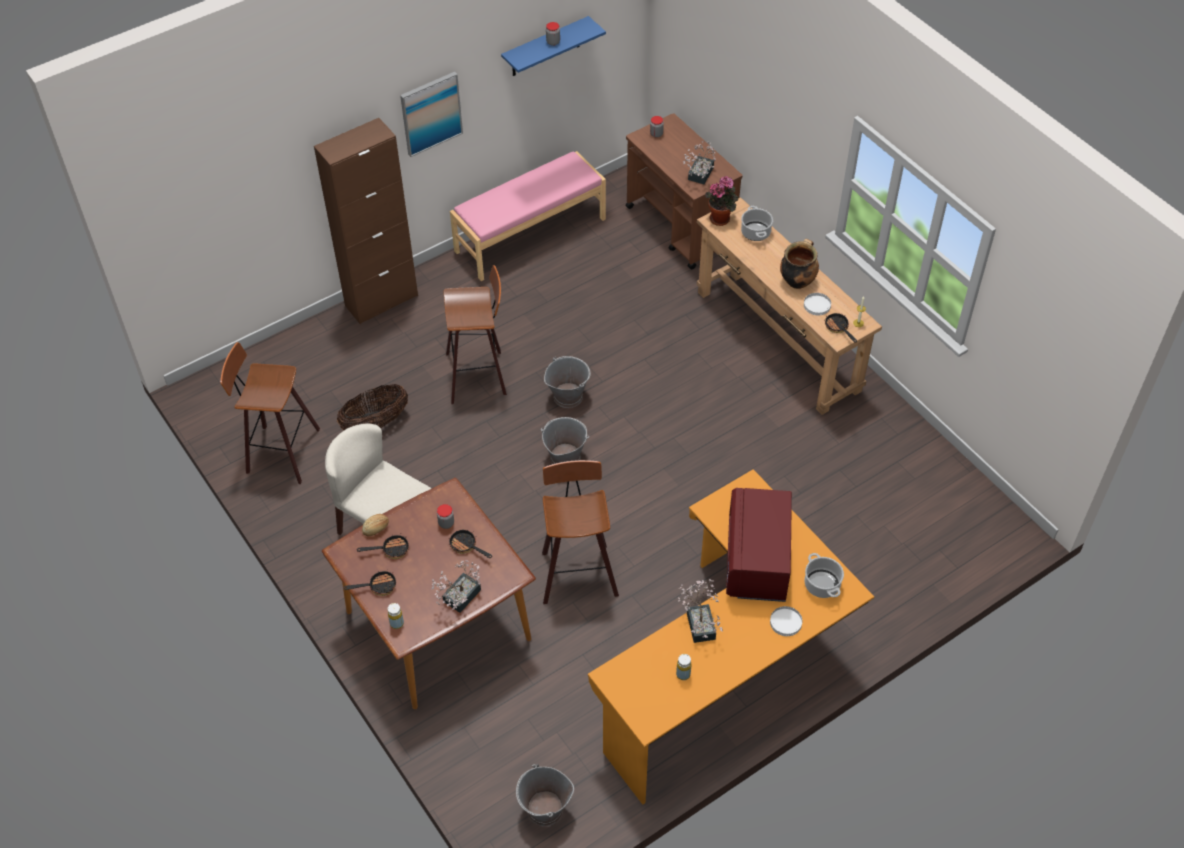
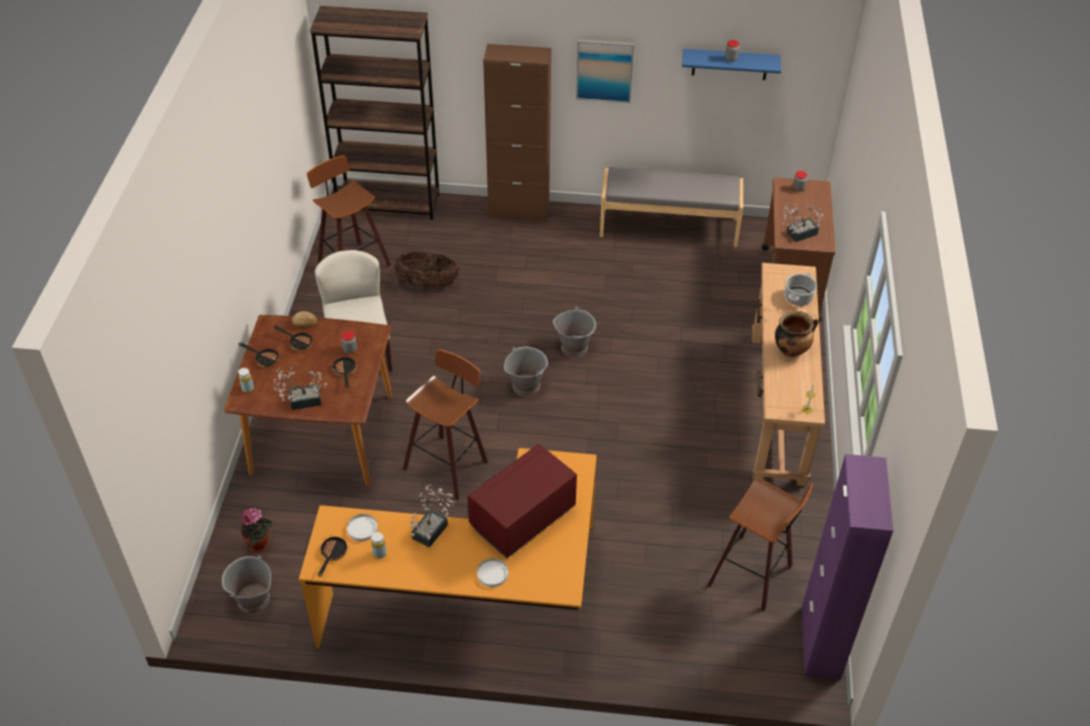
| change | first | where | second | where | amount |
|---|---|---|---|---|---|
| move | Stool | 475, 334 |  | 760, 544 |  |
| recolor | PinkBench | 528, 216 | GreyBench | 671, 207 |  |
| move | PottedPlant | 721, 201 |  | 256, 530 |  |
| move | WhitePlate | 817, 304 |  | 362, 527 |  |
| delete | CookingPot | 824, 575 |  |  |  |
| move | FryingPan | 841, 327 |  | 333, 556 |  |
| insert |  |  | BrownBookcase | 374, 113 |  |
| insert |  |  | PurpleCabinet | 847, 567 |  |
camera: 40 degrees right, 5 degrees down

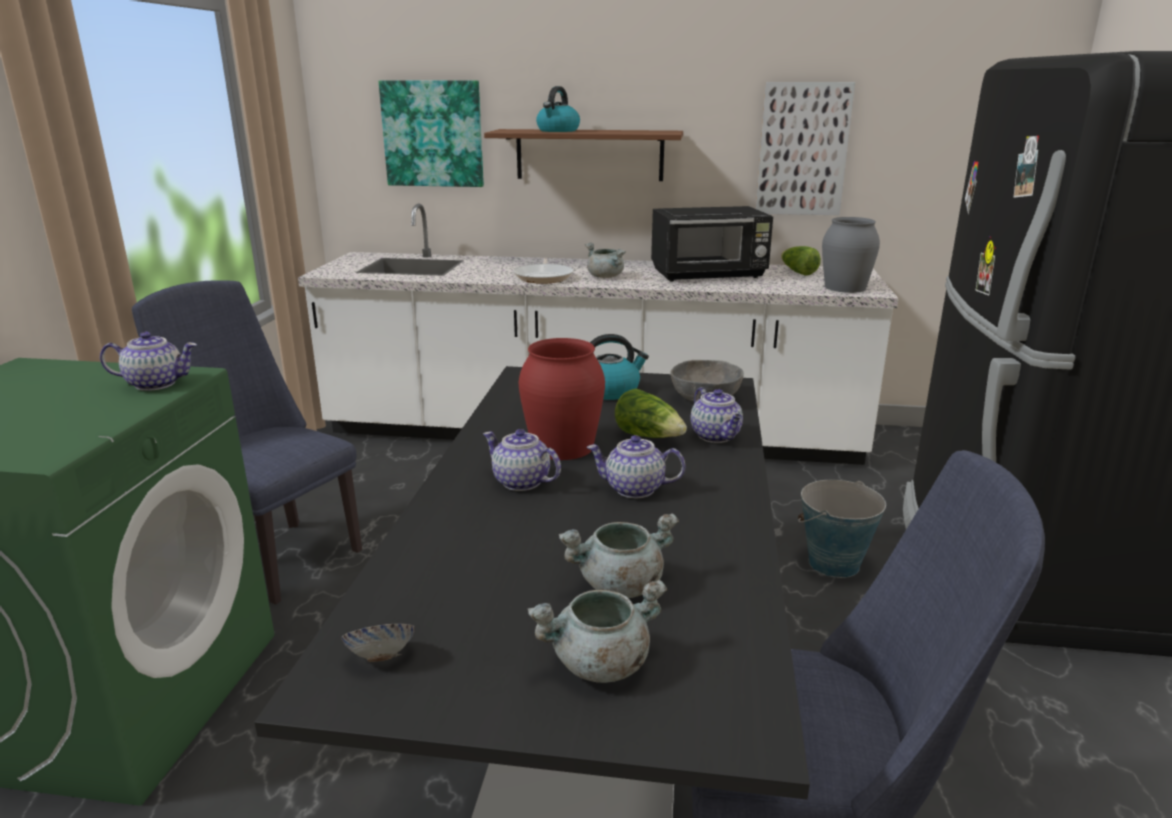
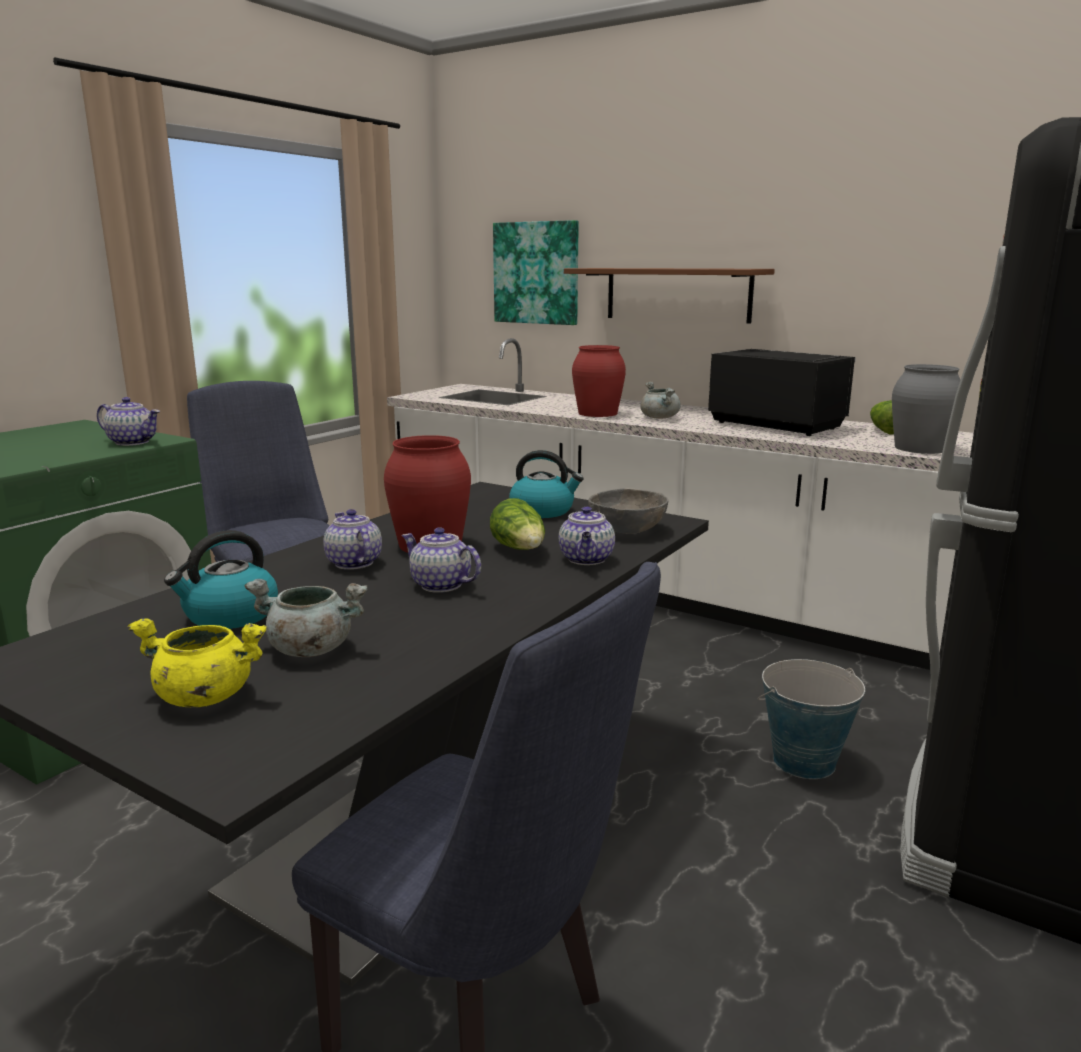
| change | first | where | second | where | amount |
|---|---|---|---|---|---|
| delete | Bowl | 378, 643 |  |  |  |
| replace | FryingPan | 543, 271 | RedVase | 599, 381 |  |
| recolor | GreyCookingPot | 597, 631 | YellowCookingPot | 197, 662 |  |
| move | Kettle | 558, 109 |  | 221, 579 |  |
| rotate | BlackMicrowave | 712, 243 |  | 782, 392 | 150 degrees counterclockwise |
| delete | Picture | 805, 148 |  |  |  |
camera: 25 degrees right, 5 degrees down

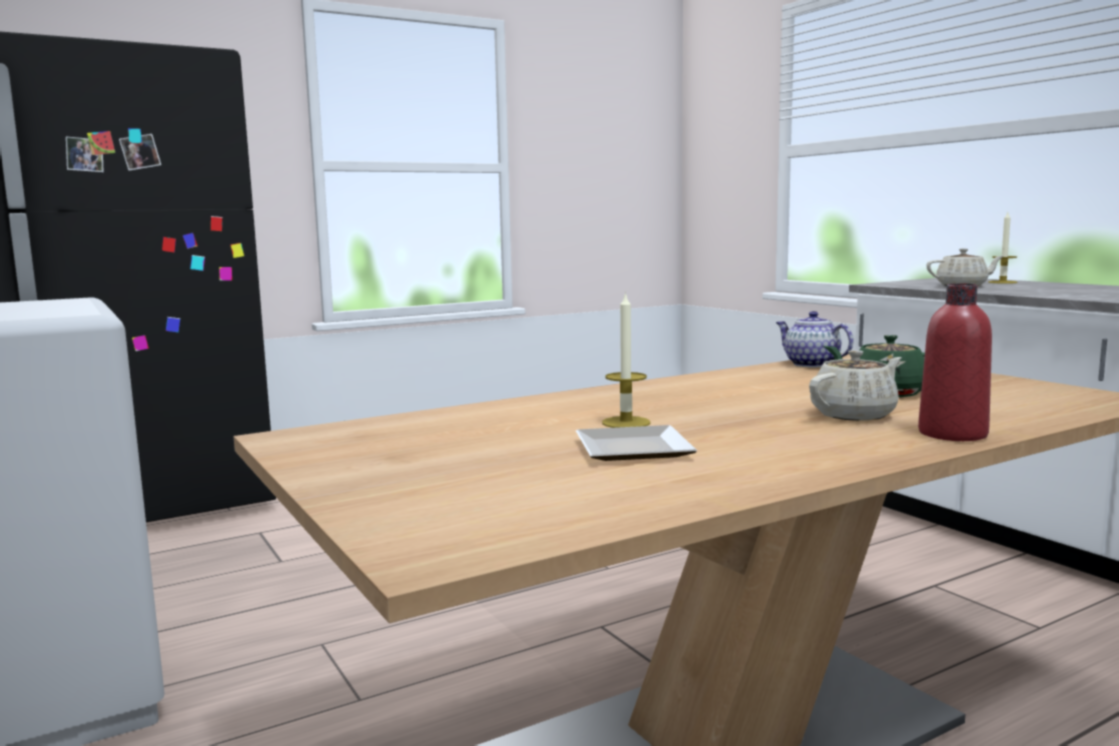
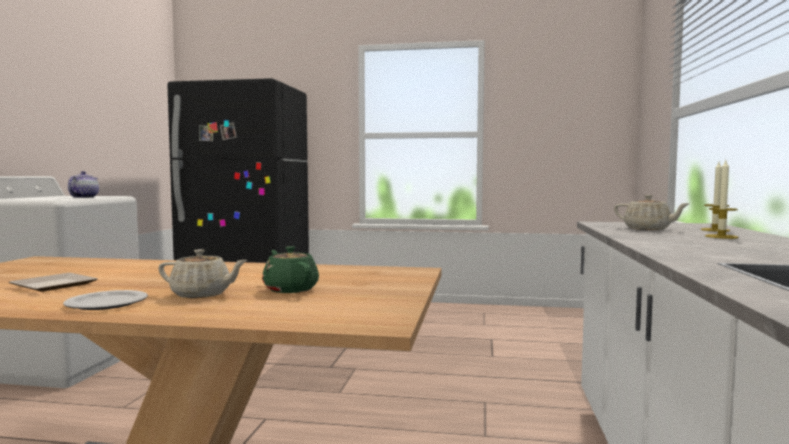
| change | first | where | second | where | amount |
|---|---|---|---|---|---|
| move | Candle | 626, 359 |  | 722, 199 |  |
| move | Teapot | 814, 339 |  | 83, 184 |  |
| delete | RedBottle | 955, 362 |  |  |  |
| insert |  |  | Plate | 105, 300 |  |
camera: 40 degrees right, 5 degrees down

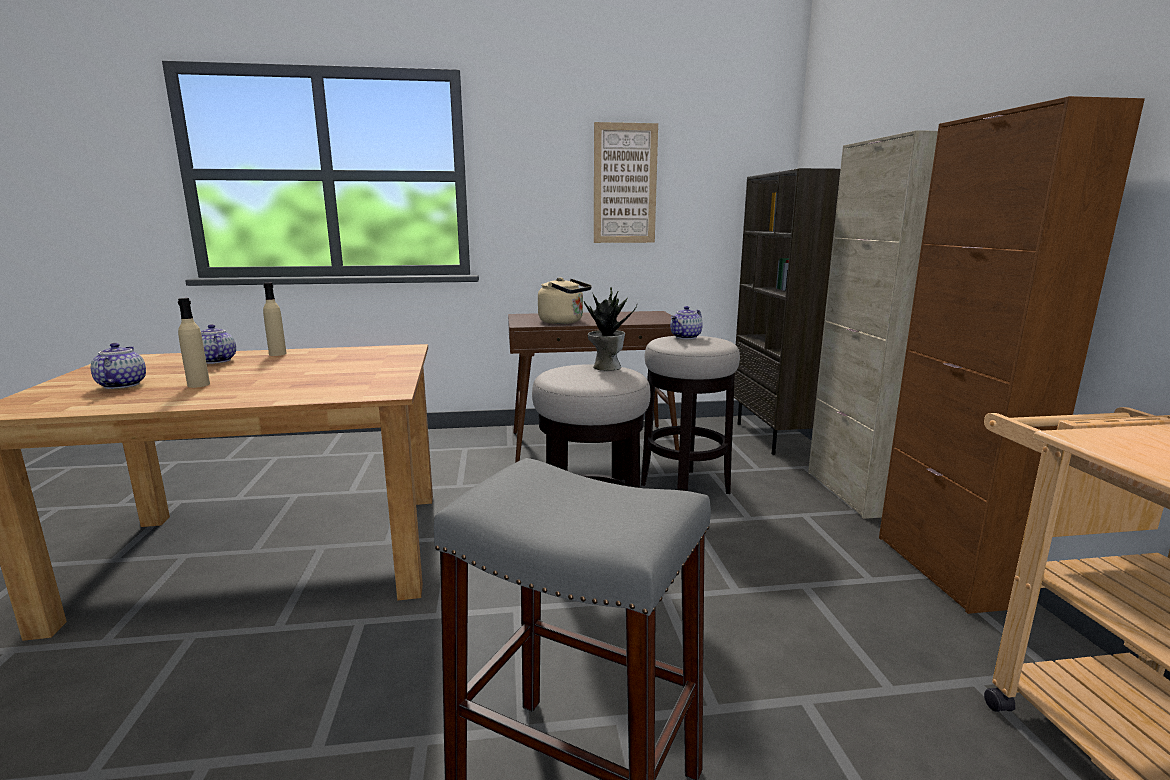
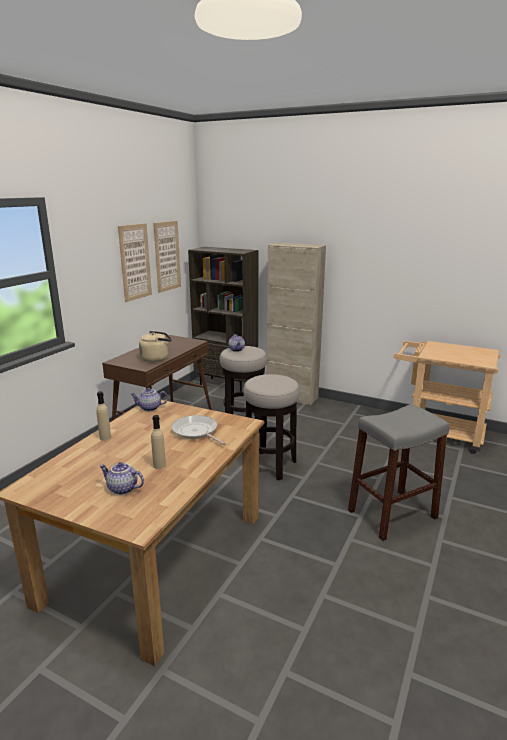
| change | first | where | second | where | amount |
|---|---|---|---|---|---|
| move | Teapot | 218, 344 |  | 149, 399 |  |
| delete | PottedPlant | 610, 329 |  |  |  |
| delete | BrownCabinet | 1012, 355 |  |  |  |
| insert |  |  | Picture | 167, 257 |  |
| insert |  |  | FryingPan | 198, 430 |  |
camera: 55 degrees left, 5 degrees up

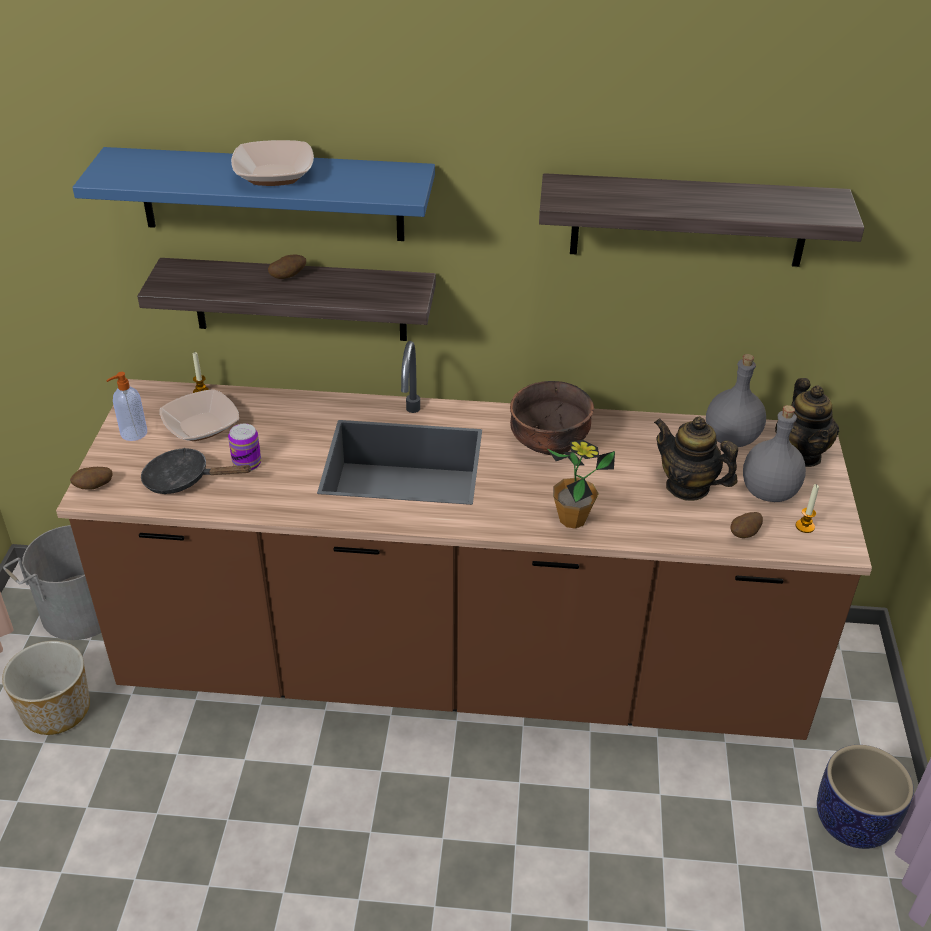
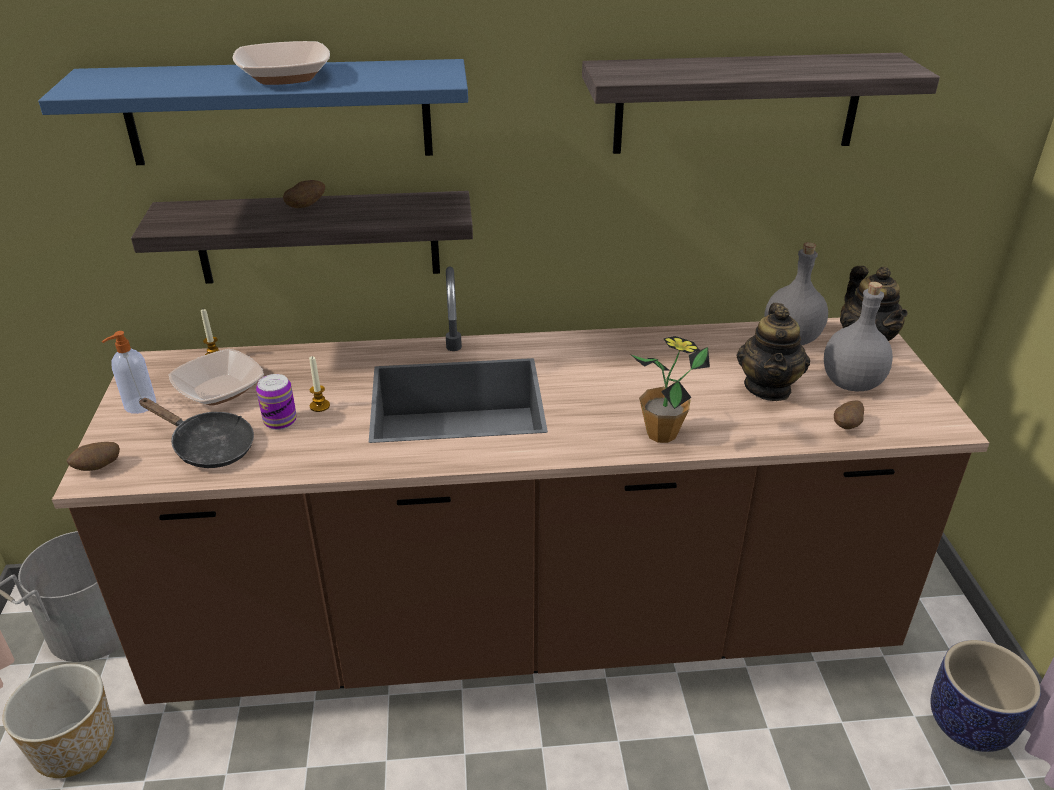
| change | first | where | second | where | amount |
|---|---|---|---|---|---|
| rotate | BlackFryingPan | 196, 471 |  | 196, 433 | 150 degrees counterclockwise |
| delete | BrownBowl | 552, 418 |  |  |  |
| rotate | Teapot | 696, 459 |  | 773, 352 | 105 degrees counterclockwise |
| move | Candle | 807, 508 |  | 319, 384 |  |
camera: 10 degrees left, 5 degrees down

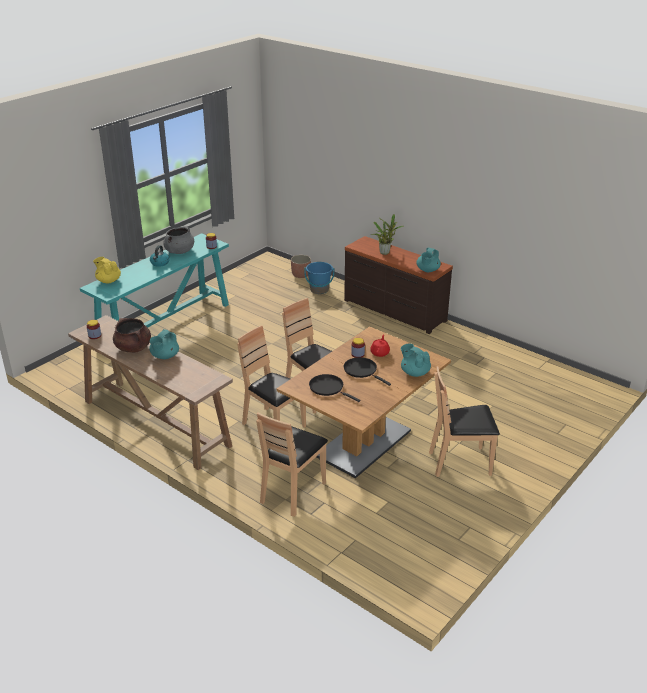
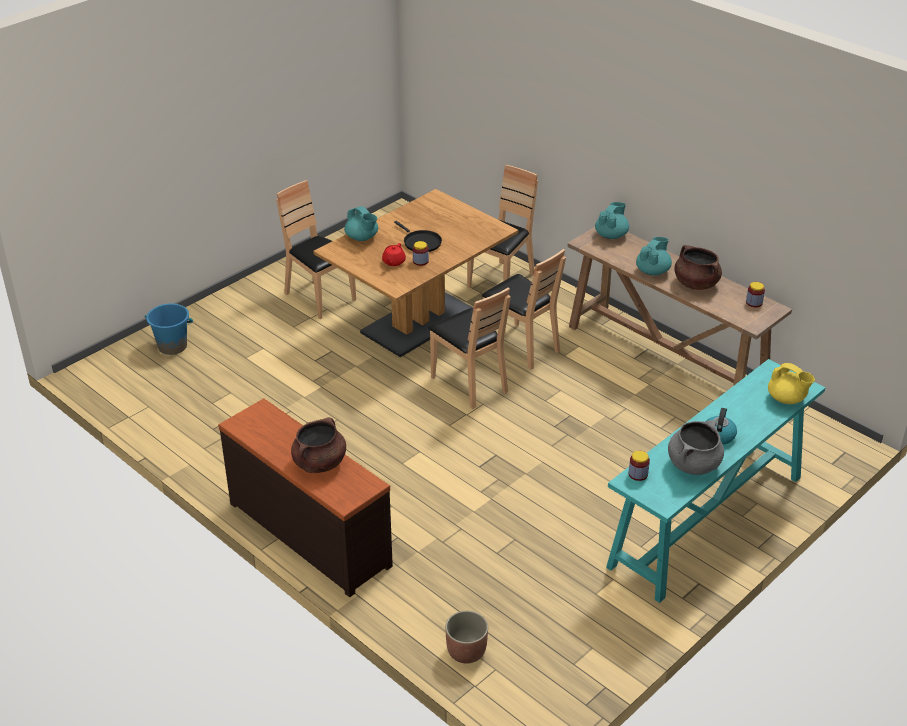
| change | first | where | second | where | amount |
|---|---|---|---|---|---|
| move | BlueBucket | 319, 278 |  | 168, 329 |  |
| delete | BlackFryingPan | 334, 388 |  |  |  |
| replace | PottedPlant | 387, 234 | BrownCookingPot | 318, 445 |  |
| move | TurquoiseTeapot | 428, 260 |  | 612, 220 |  |
| rotate | BrownChair | 464, 421 |  | 316, 249 | 135 degrees counterclockwise |
camera: 175 degrees left, 5 degrees up

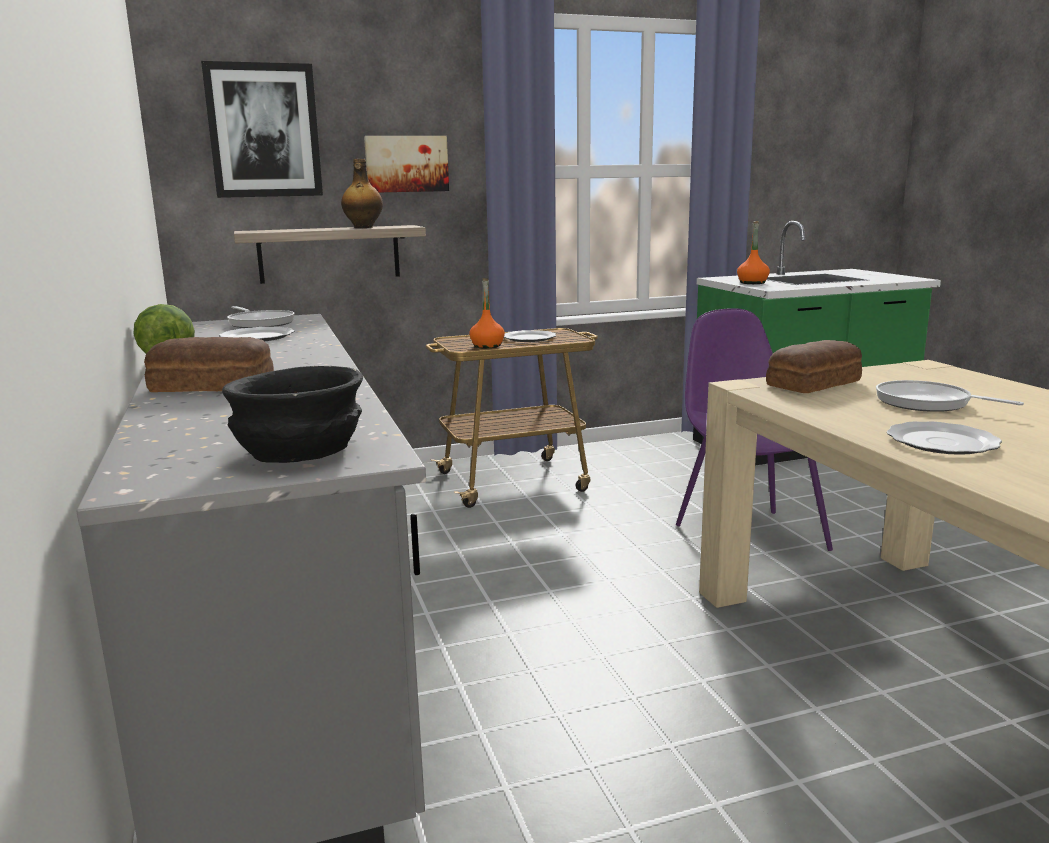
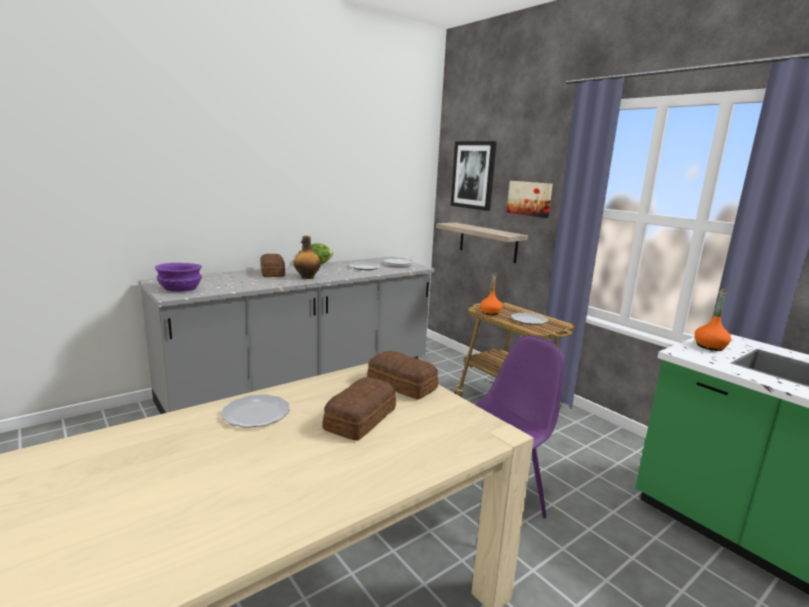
| change | first | where | second | where | amount |
|---|---|---|---|---|---|
| recolor | BlackBowl | 292, 414 | PurpleBowl | 178, 277 |  |
| move | Bottle | 362, 193 |  | 307, 257 |  |
| replace | FryingPan | 950, 396 | Bread | 359, 409 |  |
camera: 70 degrees right, 0 degrees up

